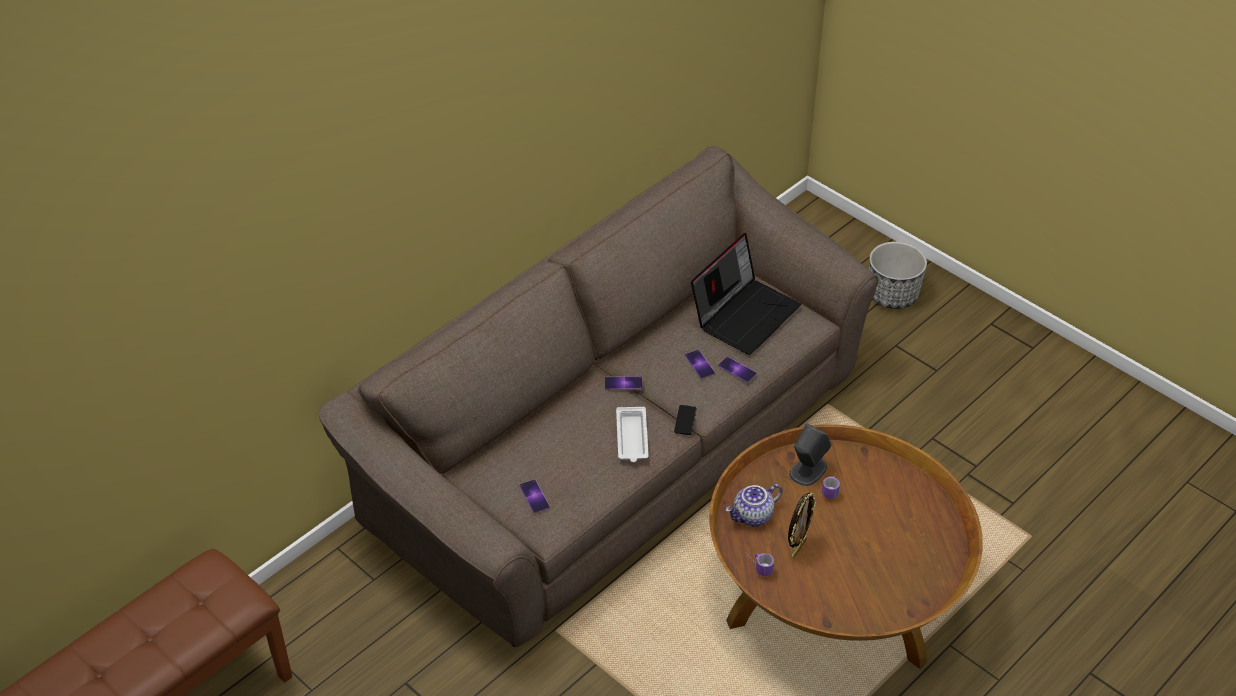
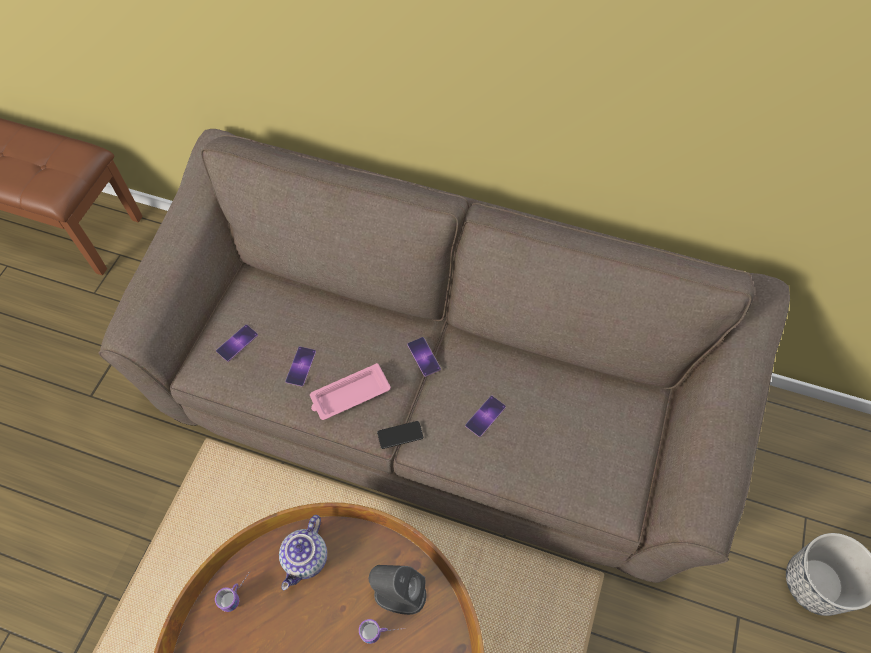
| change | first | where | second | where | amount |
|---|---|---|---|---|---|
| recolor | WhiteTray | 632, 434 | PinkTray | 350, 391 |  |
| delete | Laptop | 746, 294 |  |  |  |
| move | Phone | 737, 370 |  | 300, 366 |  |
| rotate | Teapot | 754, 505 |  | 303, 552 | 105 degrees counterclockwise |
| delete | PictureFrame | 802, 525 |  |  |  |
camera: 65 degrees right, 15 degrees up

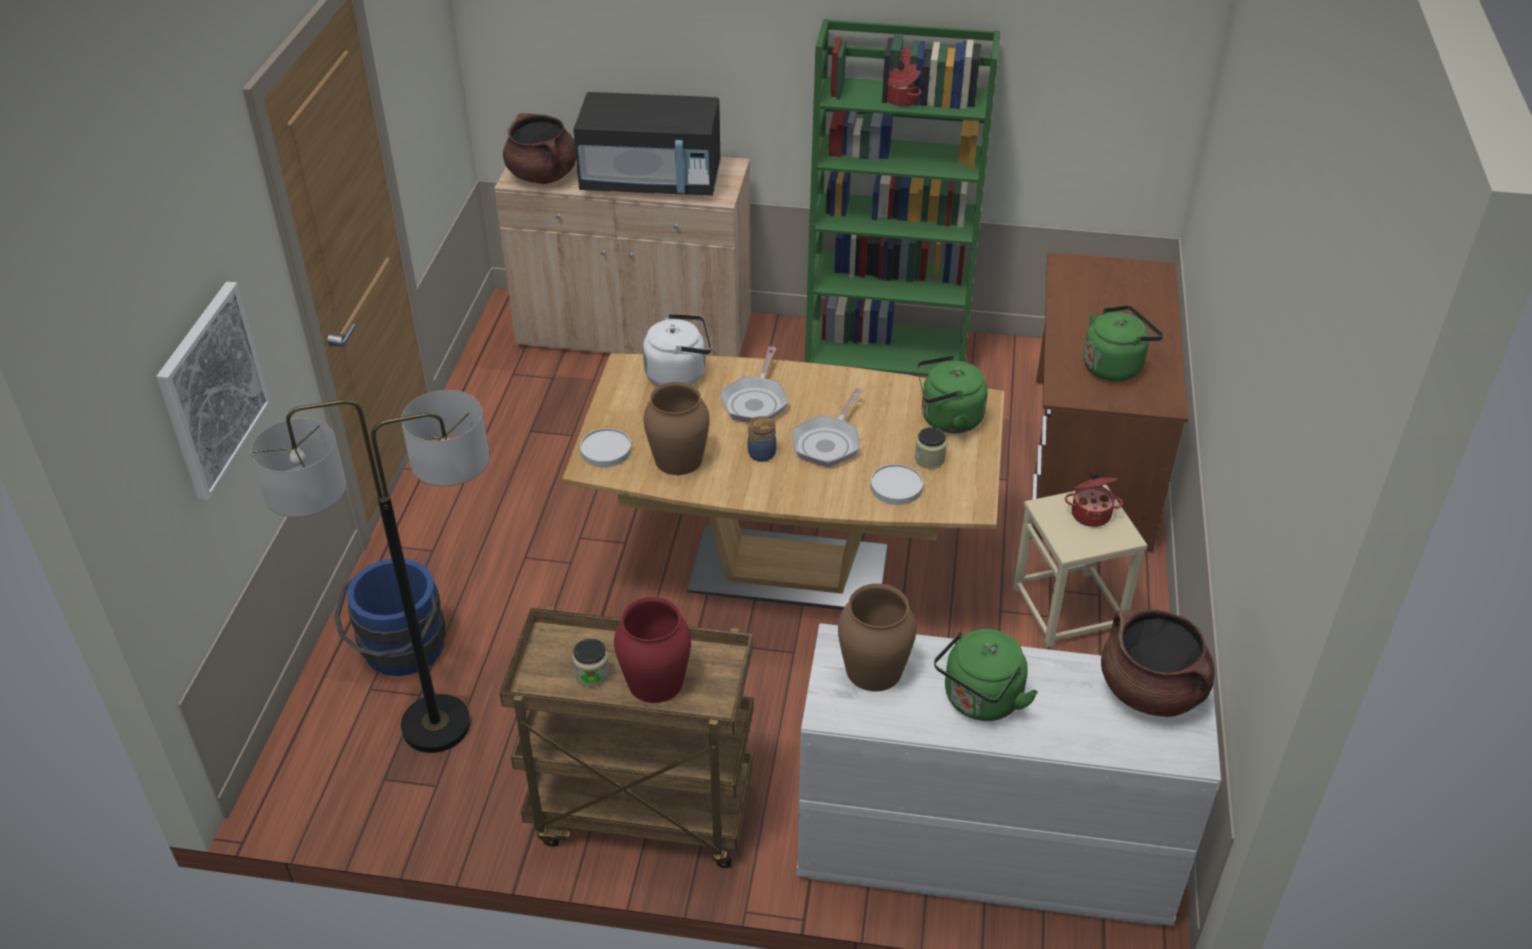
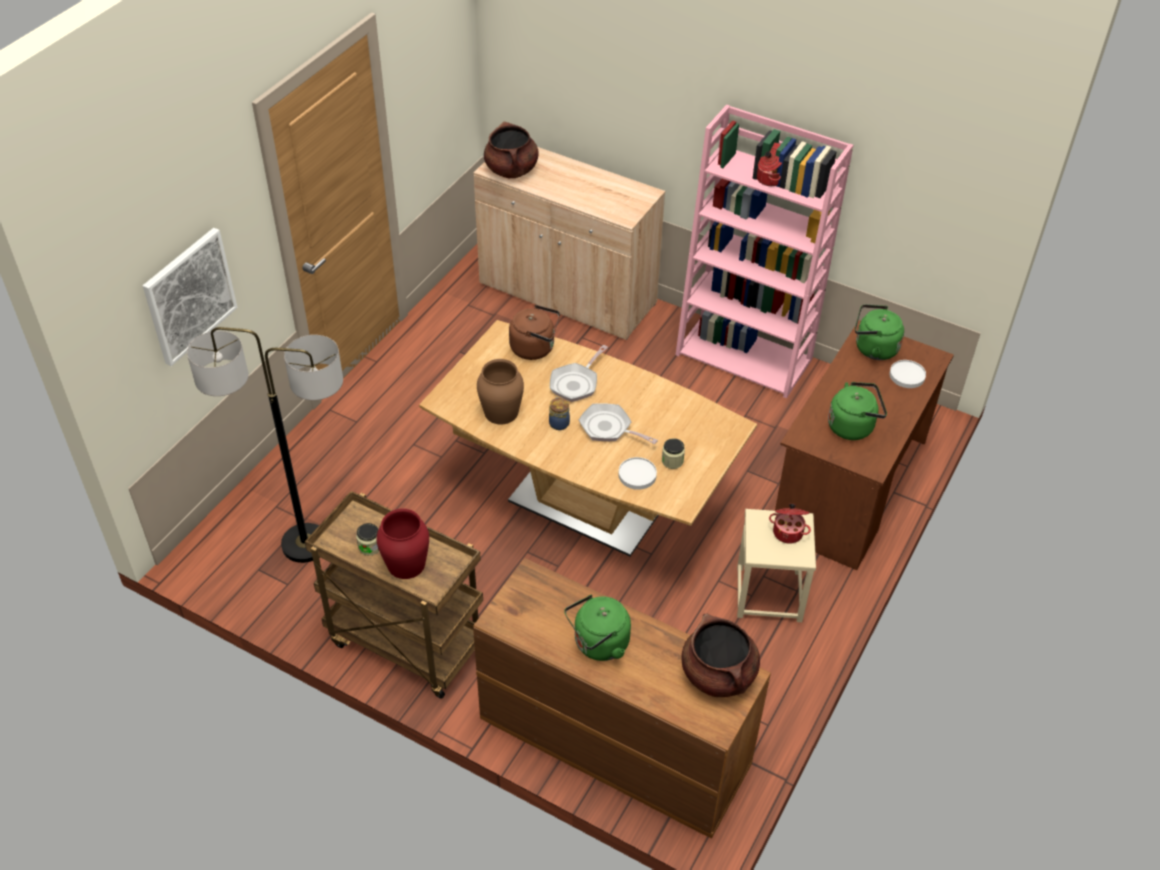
| change | first | where | second | where | amount |
|---|---|---|---|---|---|
| delete | BlueBucket | 389, 617 |  |  |  |
| delete | BlackMicrowave | 647, 144 |  |  |  |
| move | WhitePlate | 605, 447 |  | 907, 374 |  |
| recolor | WhiteKettle | 677, 350 | BrownKettle | 534, 332 |  |
| rotate | FryingPan | 827, 427 |  | 618, 423 | 75 degrees clockwise |
| recolor | WhiteDresser | 1009, 774 | BrownDresser | 622, 698 |  |
| recolor | GreenBookcase | 902, 197 | PinkBookcase | 764, 251 |  |
| delete | BrownVase | 877, 637 |  |  |  |
| move | GreenKettle | 952, 394 |  | 879, 332 |  |
camera: 20 degrees right, 5 degrees up

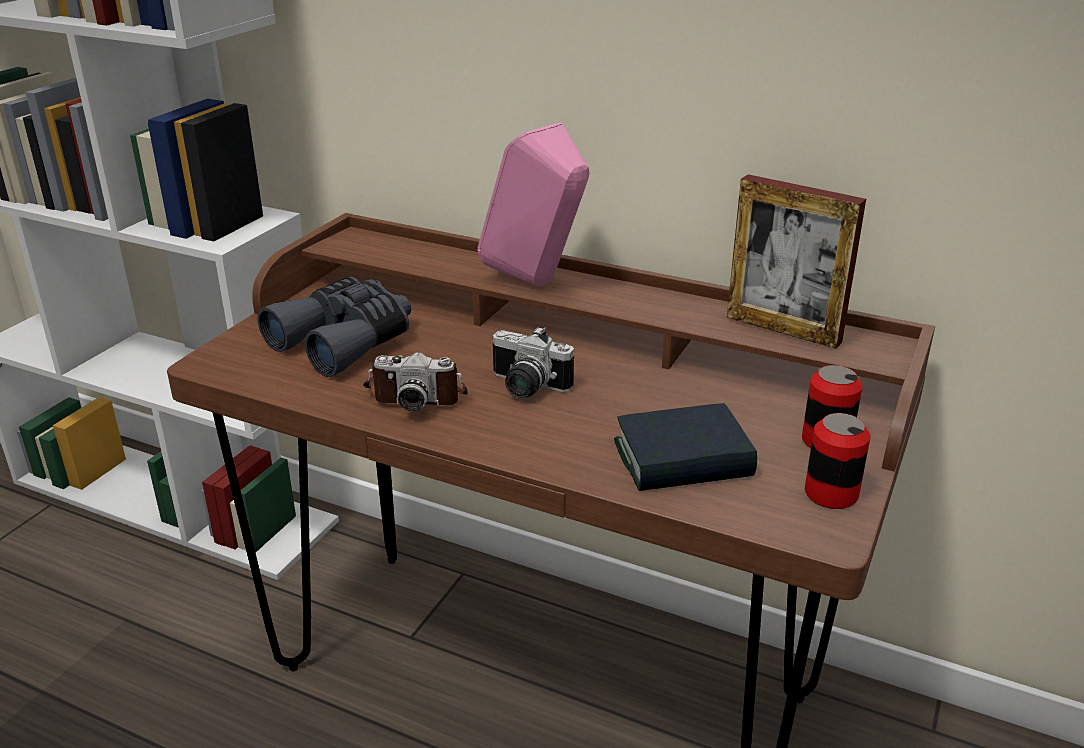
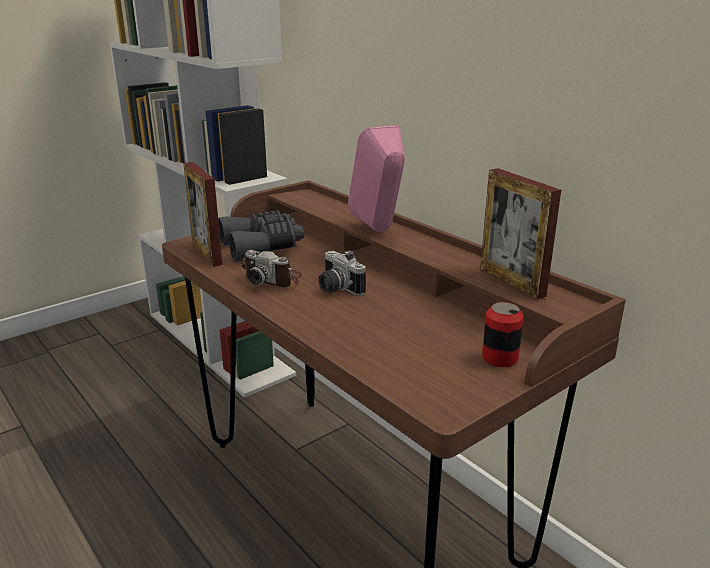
| change | first | where | second | where | amount |
|---|---|---|---|---|---|
| delete | Book | 685, 447 |  |  |  |
| delete | Can | 837, 461 |  |  |  |
| insert |  |  | PictureFrame | 203, 214 |  |
camera: 25 degrees right, 5 degrees down

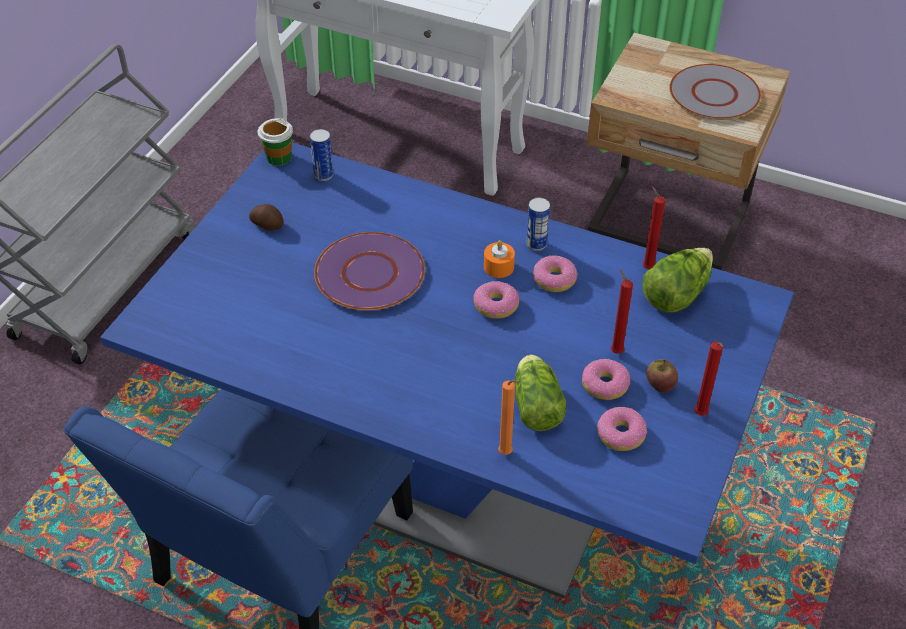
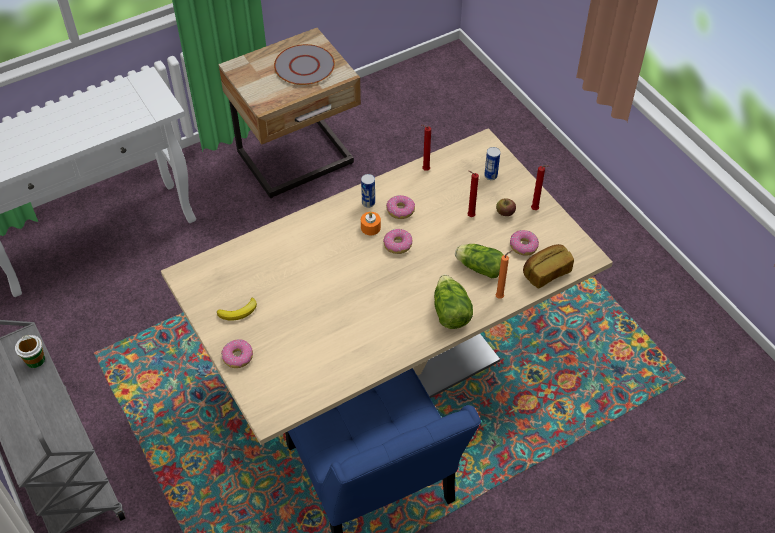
| change | first | where | second | where | amount |
|---|---|---|---|---|---|
| recolor | BlueDiningTable | 447, 371 | BeigeDiningTable | 387, 286 |  |
| replace | Potato | 266, 217 | Banana | 237, 309 |  |
| move | Cup | 275, 142 |  | 30, 351 |  |
| move | Can | 322, 155 |  | 492, 163 |  |
| delete | PurplePlate | 369, 271 |  |  |  |
| move | Donut | 606, 379 |  | 237, 353 |  |
| move | Lettuce | 677, 280 |  | 453, 302 |  |
| insert |  |  | Bread | 548, 266 |  |
camera: 55 degrees left, 5 degrees up

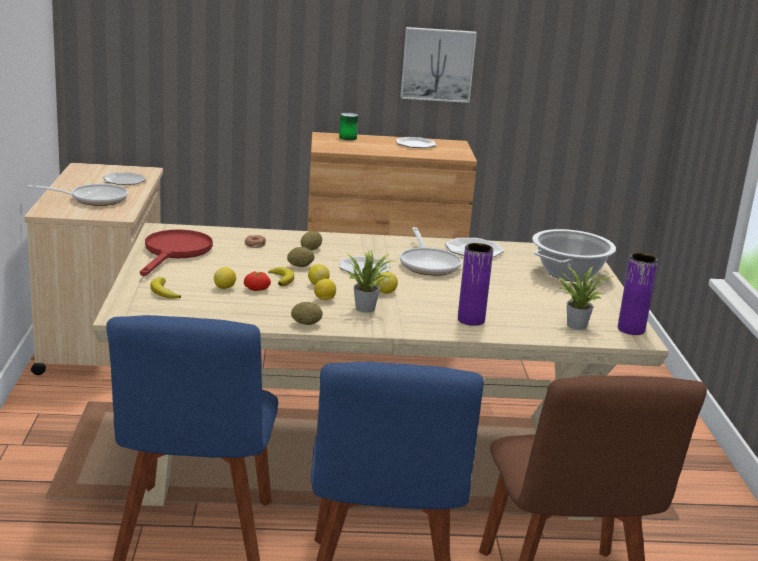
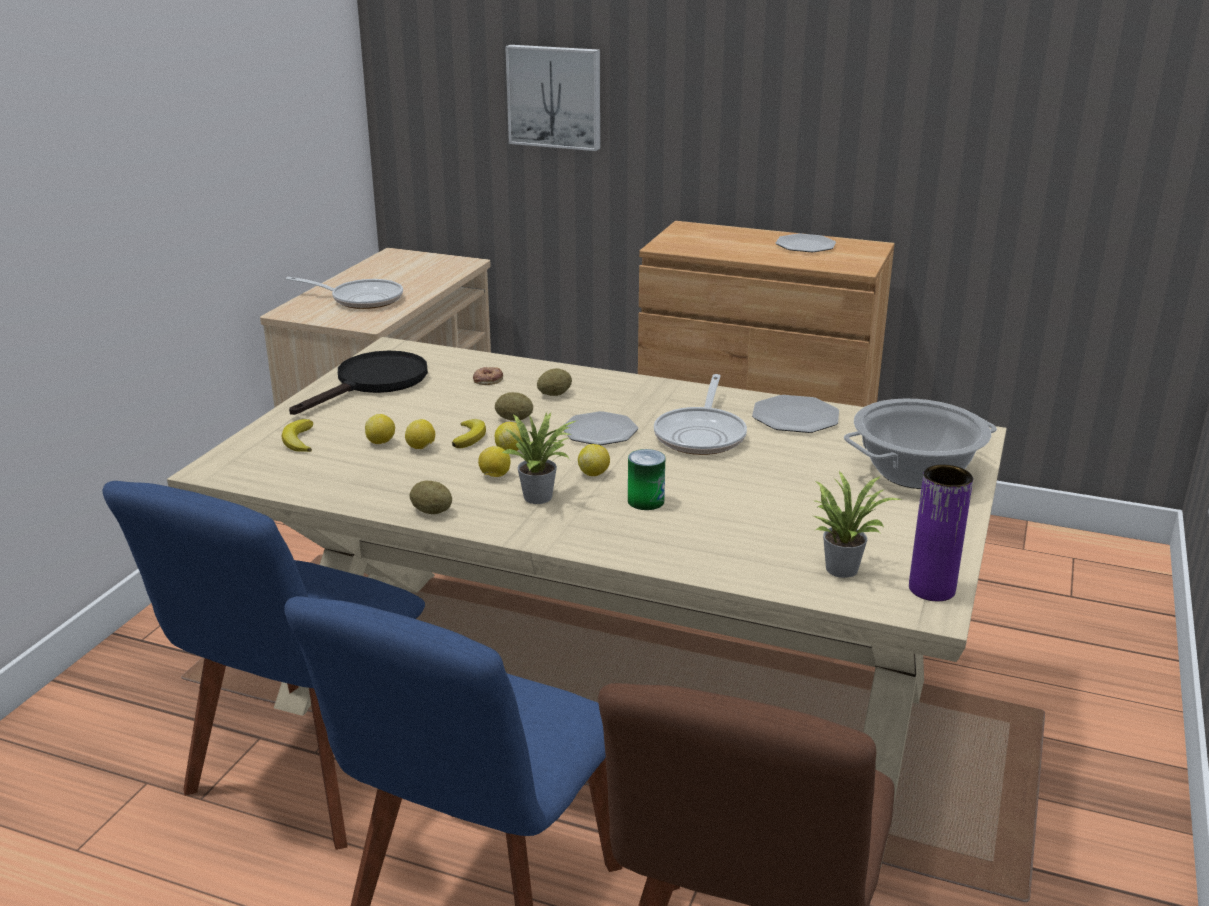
| change | first | where | second | where | amount |
|---|---|---|---|---|---|
| delete | Plate | 124, 178 |  |  |  |
| recolor | RedFryingPan | 176, 252 | BlackFryingPan | 358, 383 |  |
| replace | Tomato | 257, 281 | Lemon | 420, 434 |  |
| move | Can | 348, 126 |  | 646, 479 |  |
| move | Picture | 438, 65 |  | 552, 98 |  |
| delete | PurpleVase | 475, 284 |  |  |  |
camera: 25 degrees right, 5 degrees up

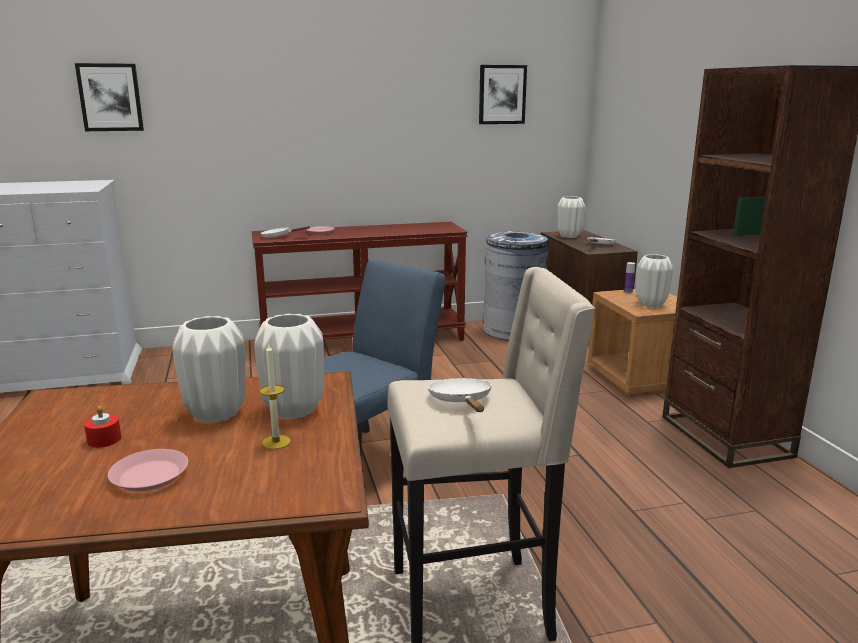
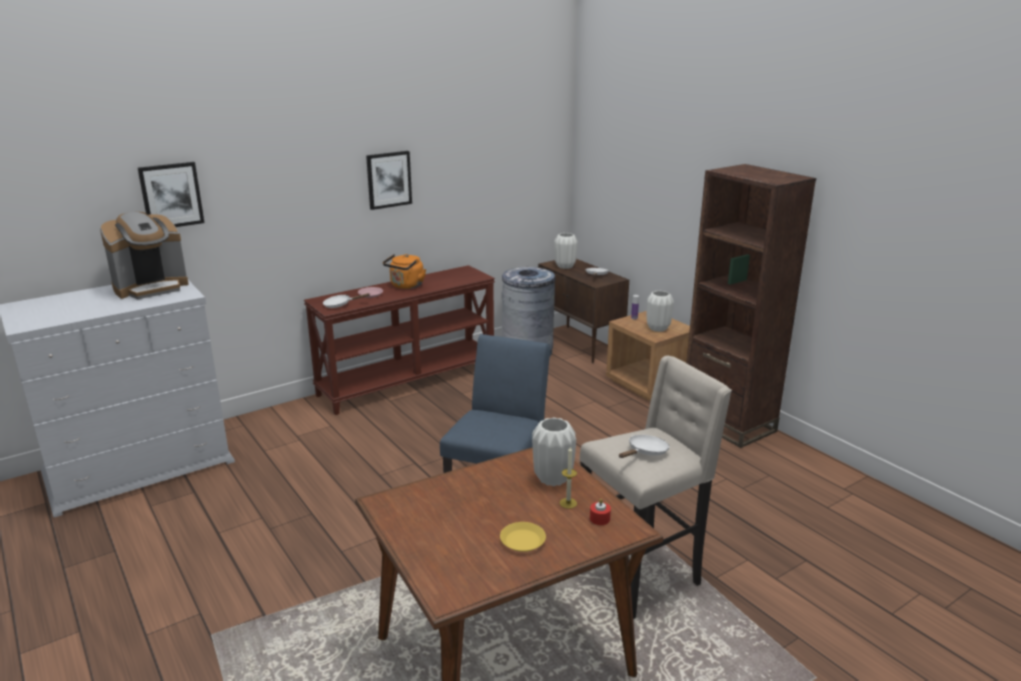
| change | first | where | second | where | amount |
|---|---|---|---|---|---|
| move | RedCandle | 102, 427 |  | 600, 512 |  |
| recolor | PinkPlate | 148, 470 | YellowPlate | 523, 537 |  |
| delete | WhiteVase | 209, 369 |  |  |  |
| rotate | WhiteFryingPan | 460, 395 |  | 644, 446 | 75 degrees clockwise |
| move | Picture | 503, 94 |  | 389, 180 |  |
| insert |  |  | CoffeeMachine | 144, 255 |  |
| insert |  |  | OrangeKettle | 404, 271 |  |
camera: 20 degrees left, 5 degrees up

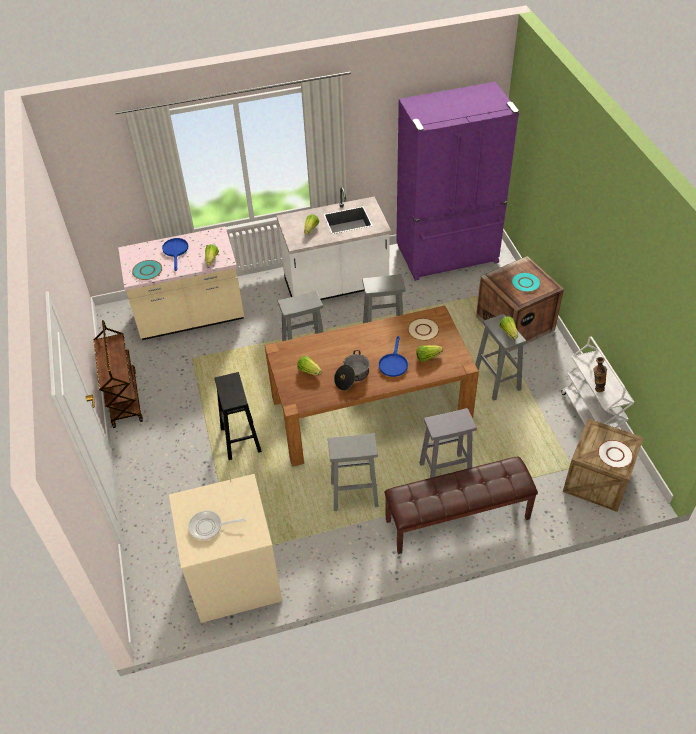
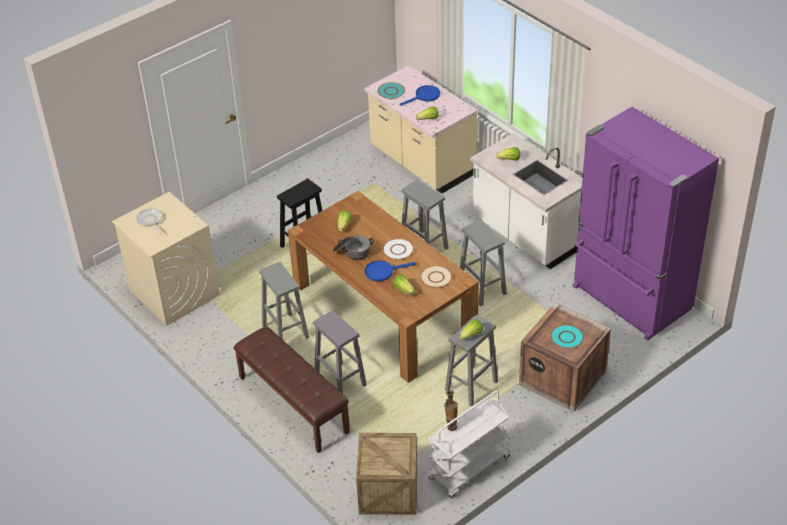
| change | first | where | second | where | amount |
|---|---|---|---|---|---|
| delete | BrownCart | 118, 374 |  |  |  |
| move | WhitePlate | 615, 454 |  | 398, 249 |  |
camera: 65 degrees right, 5 degrees down

